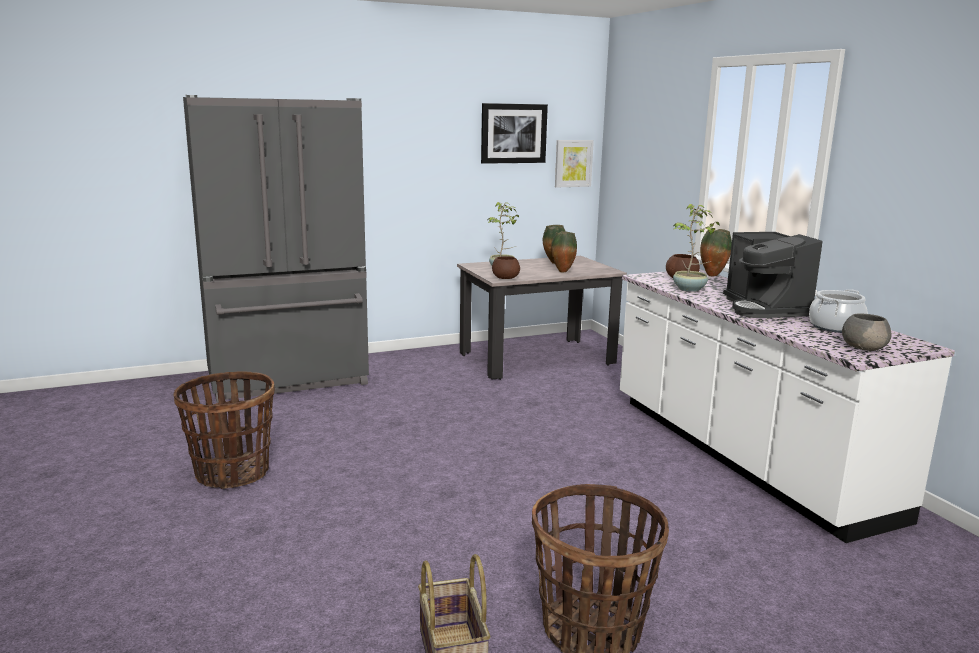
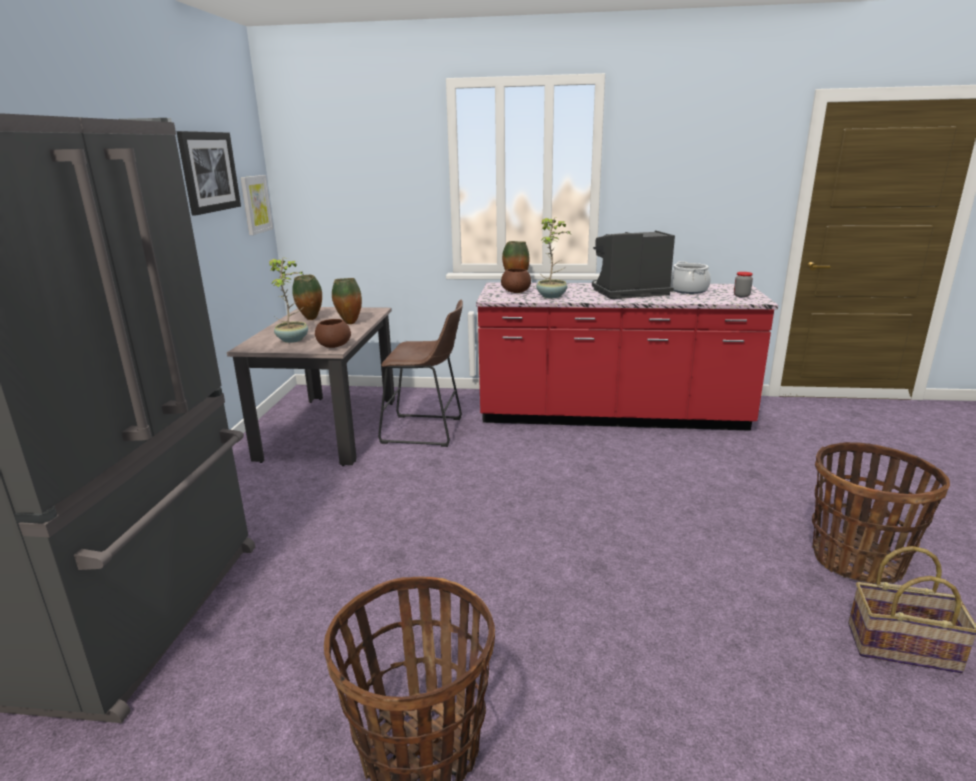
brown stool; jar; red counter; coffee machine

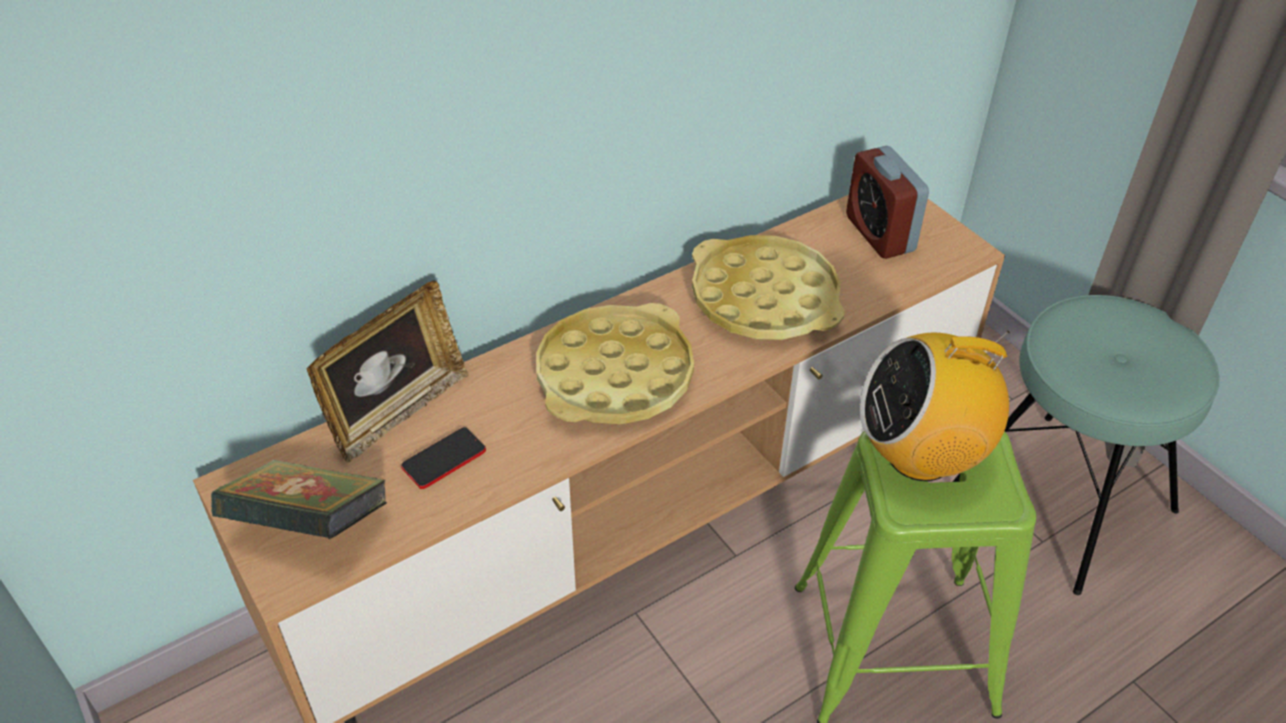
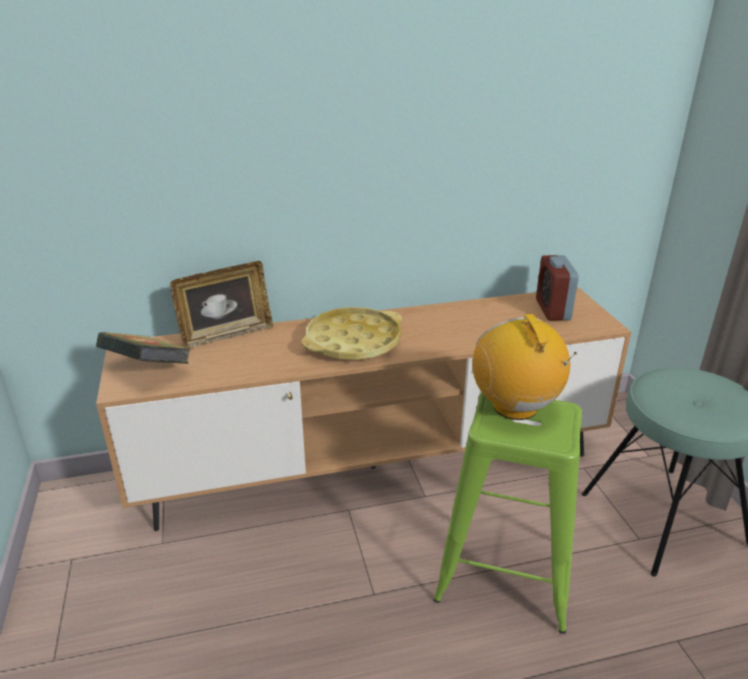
phone; yellow tray (no. 2 from left in the first image); radio

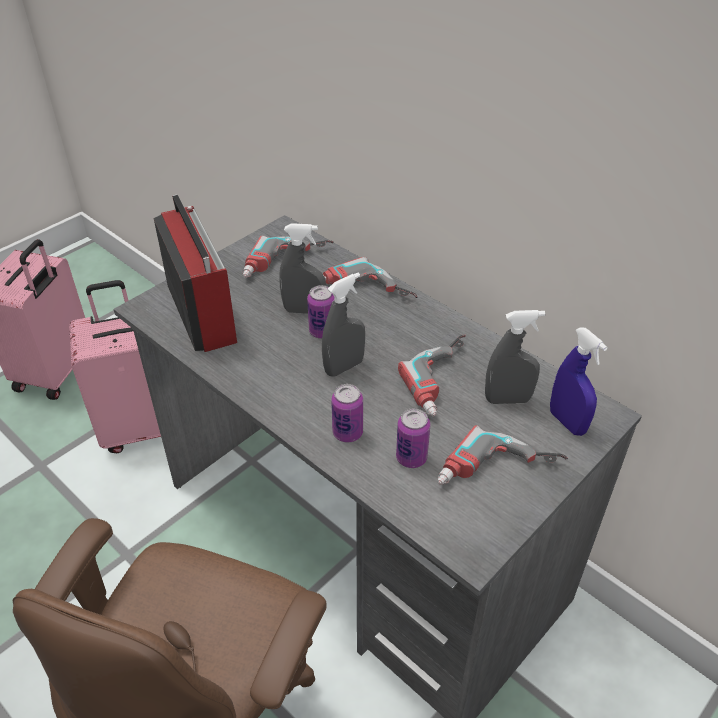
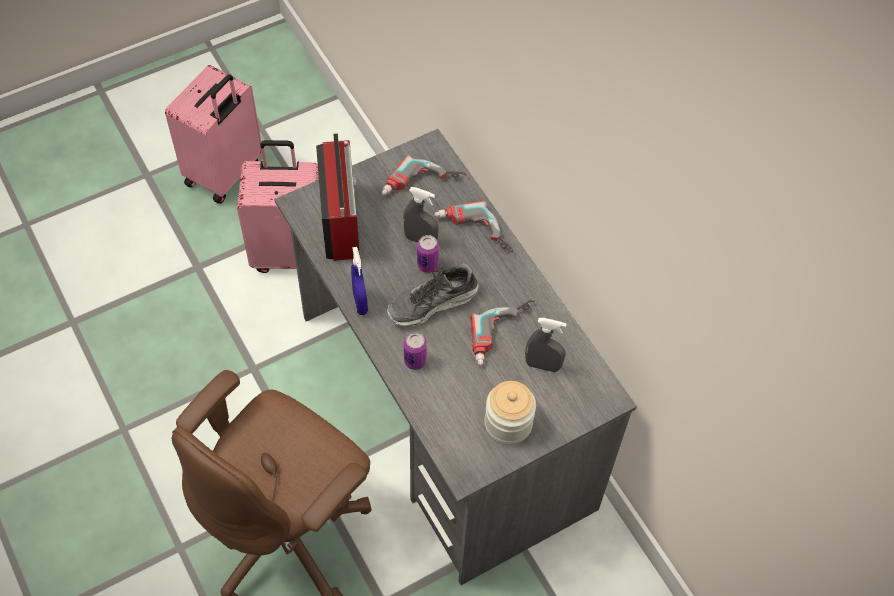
can (no. 3 from left in the first image); blue spray bottle; shoe; jar

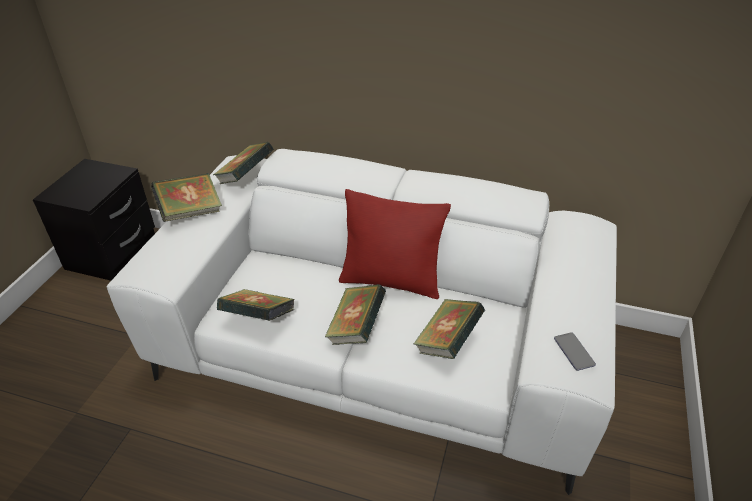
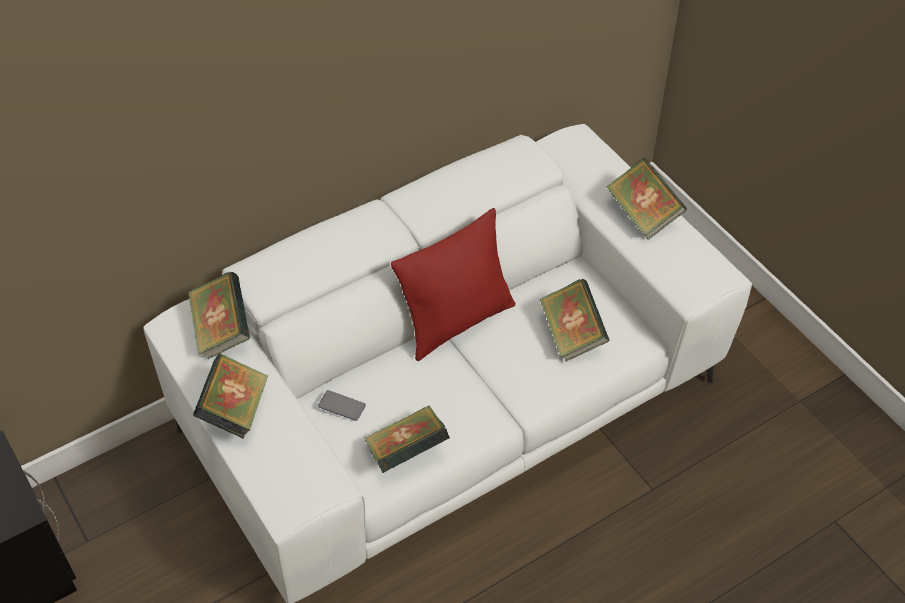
book (no. 5 from left); phone

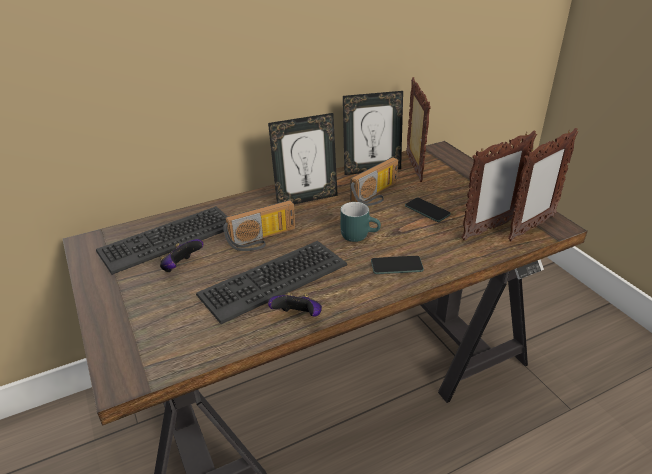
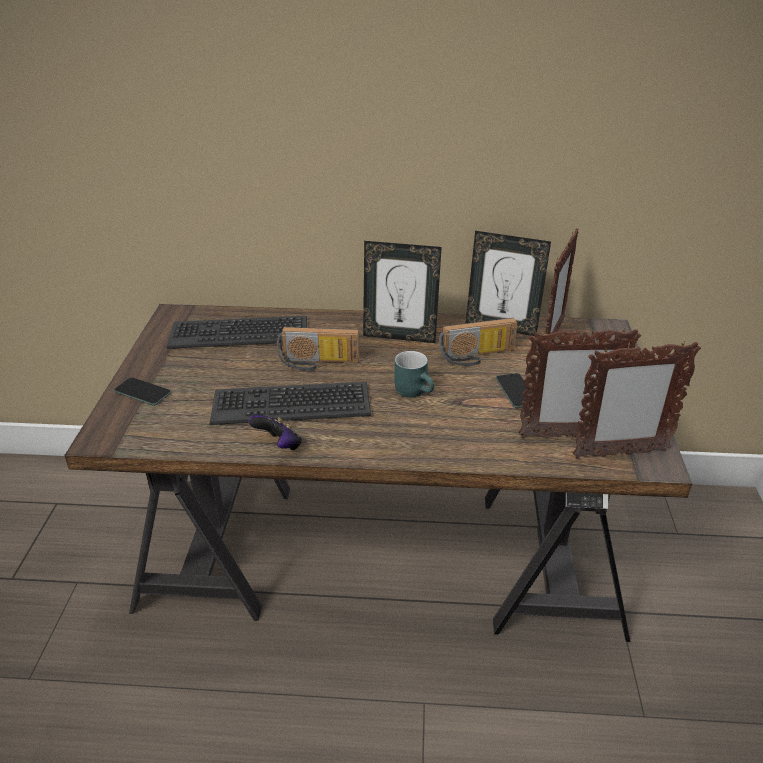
game controller (no. 1 from left in the first image); phone (no. 1 from left)

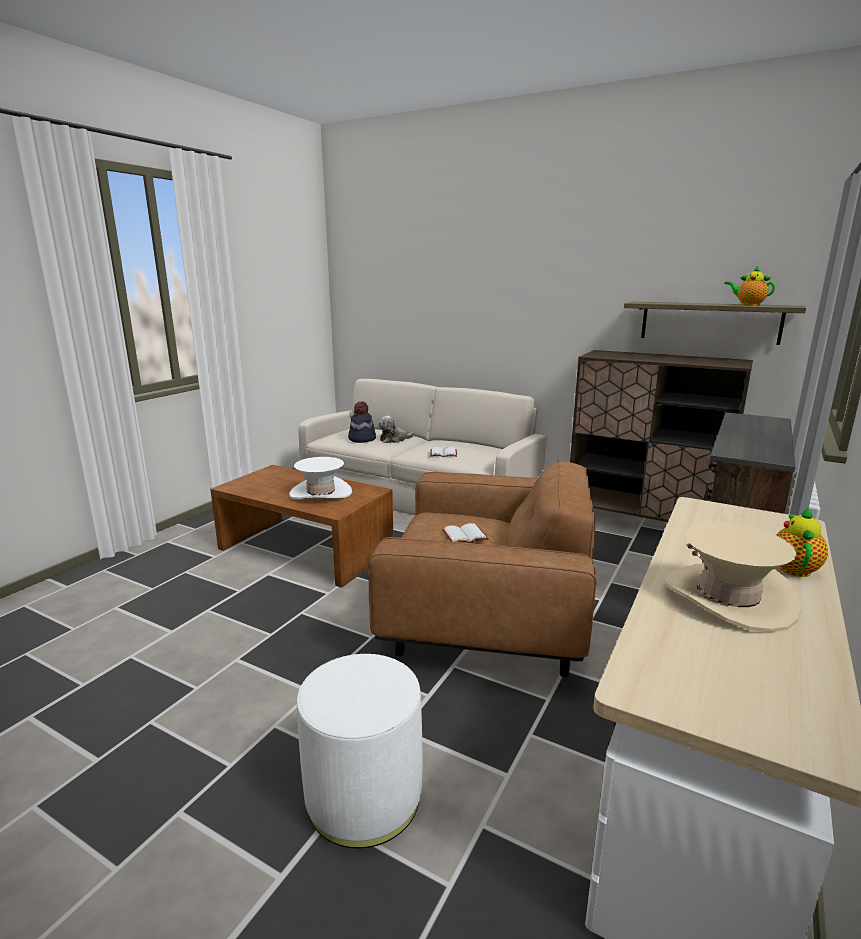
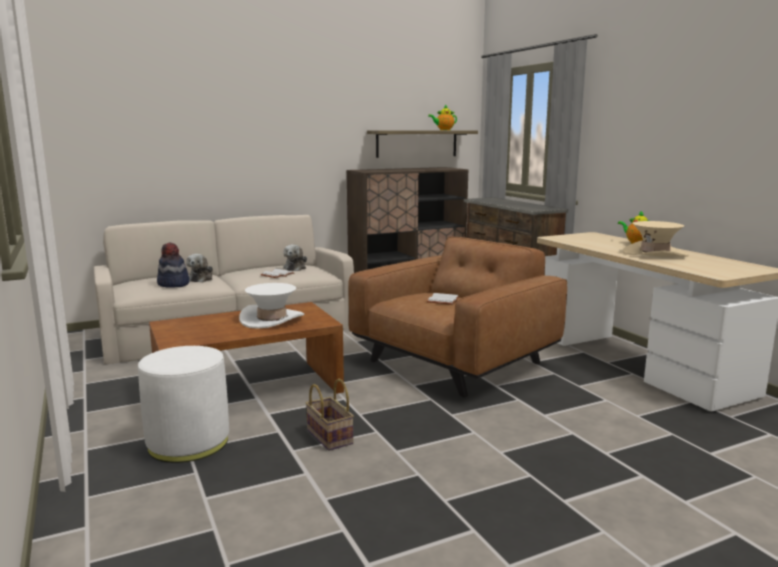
plush toy (no. 2 from left); basket; white ottoman

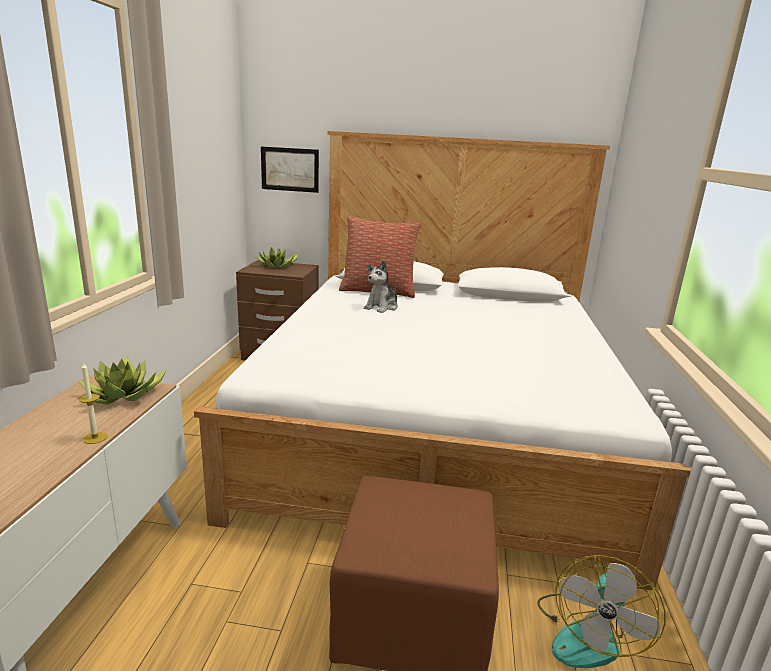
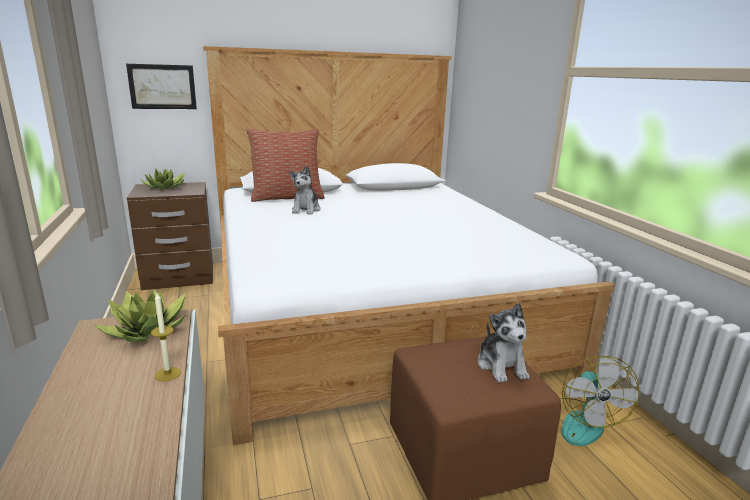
plush toy (no. 2 from left)

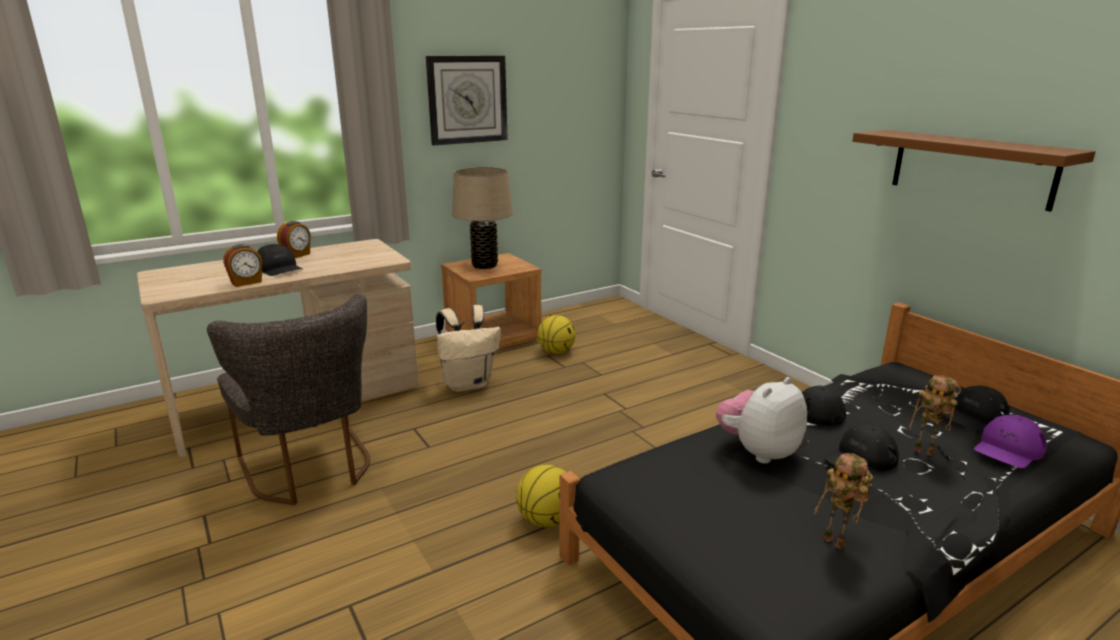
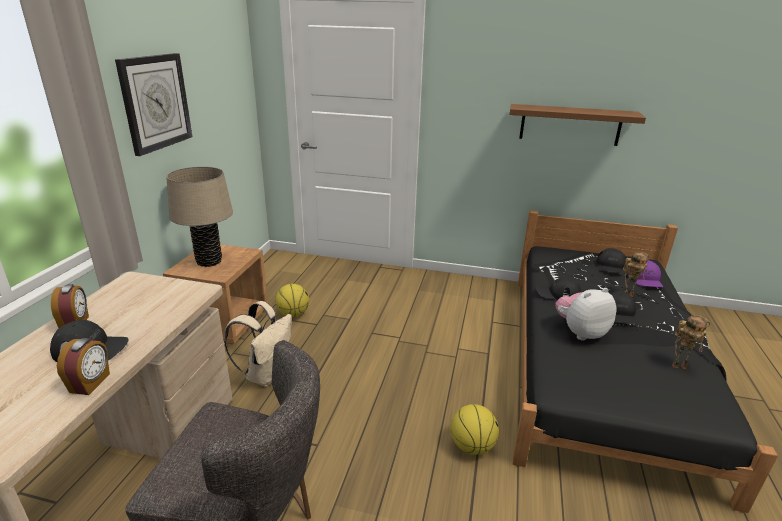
plush toy

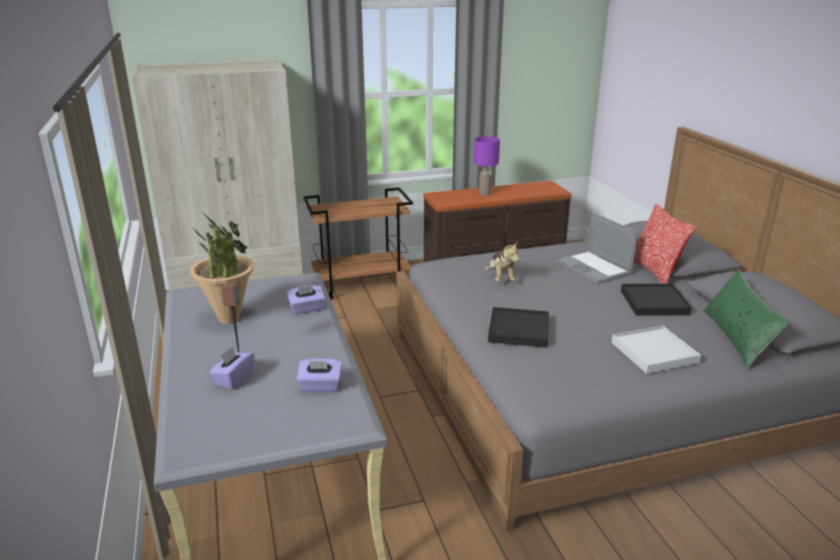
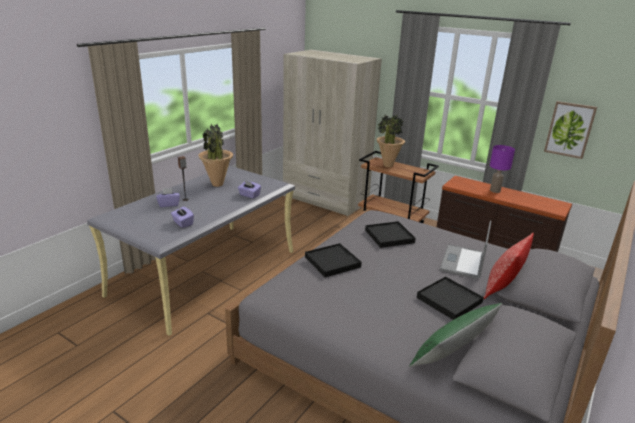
white tray; potted plant (no. 2 from left); picture; black tray (no. 2 from left)

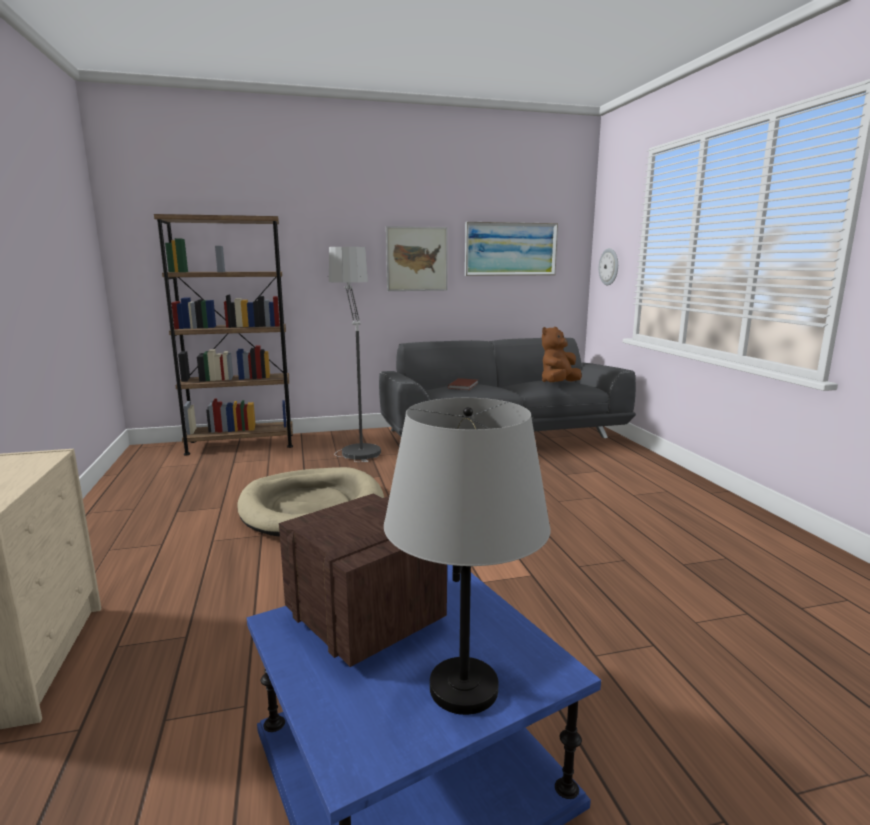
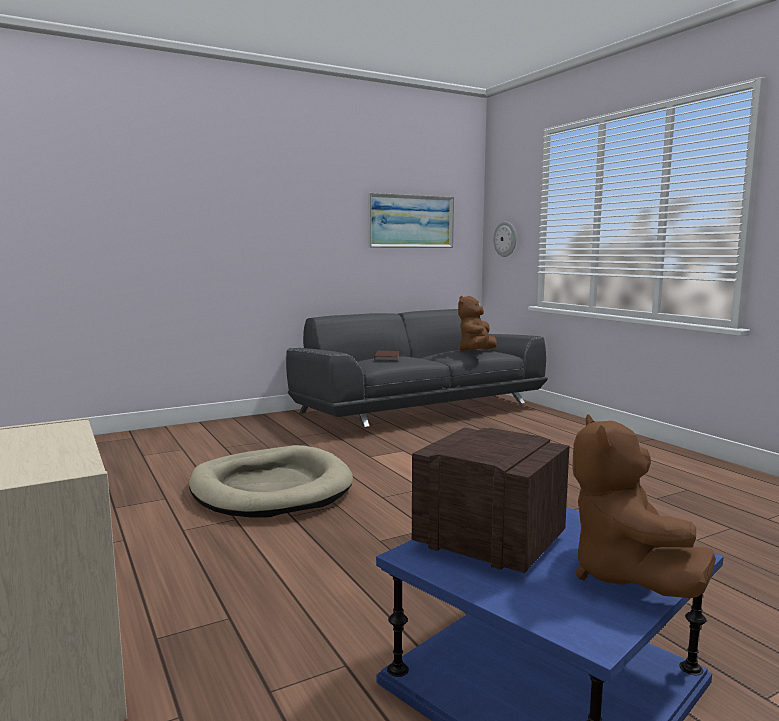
brown bookcase; floor lamp; picture (no. 1 from left in the first image); brown plush toy (no. 2 from left)

